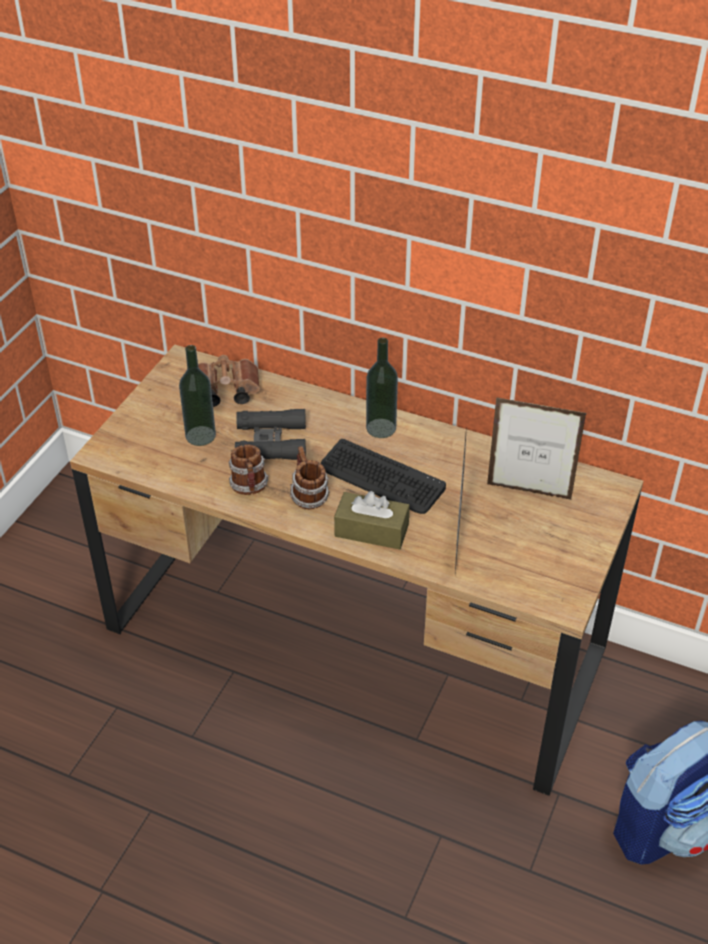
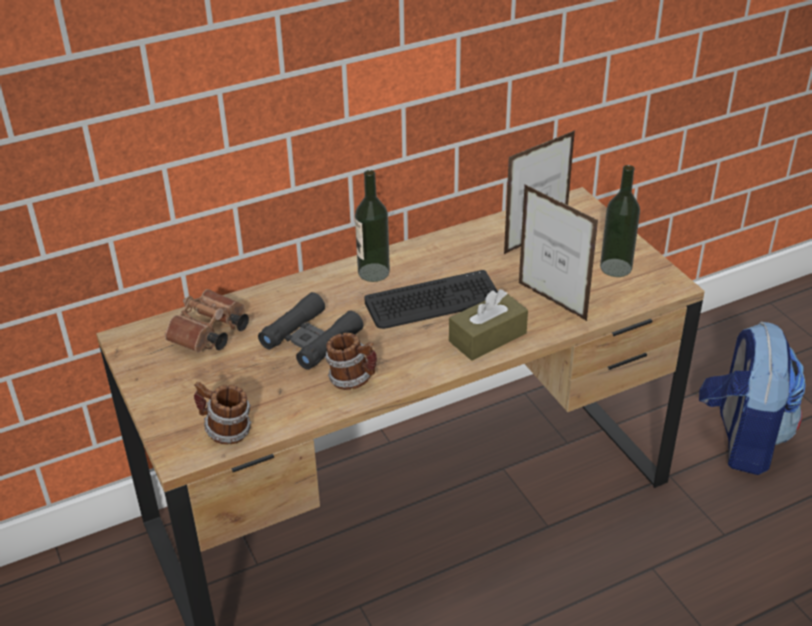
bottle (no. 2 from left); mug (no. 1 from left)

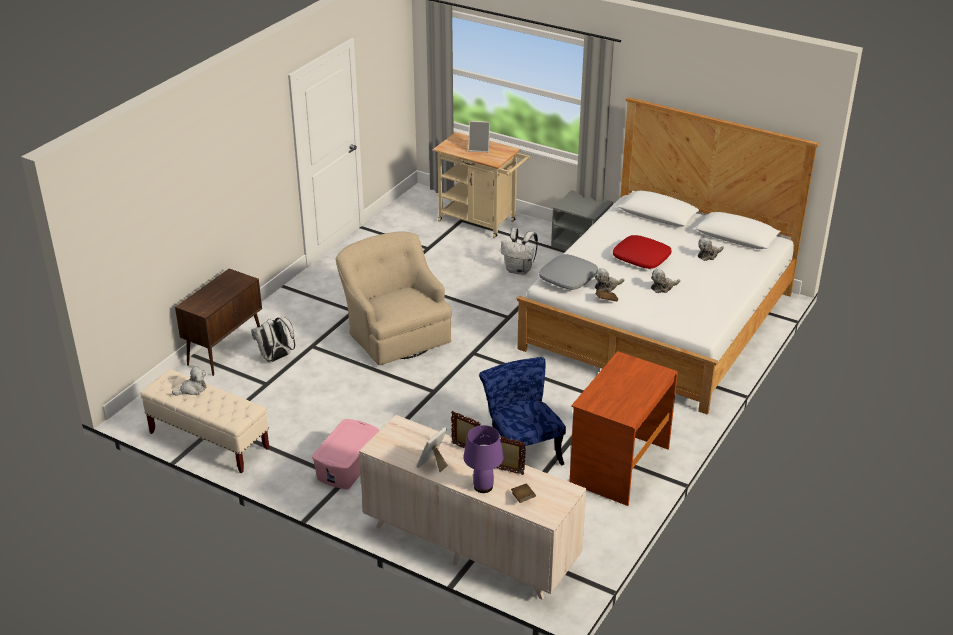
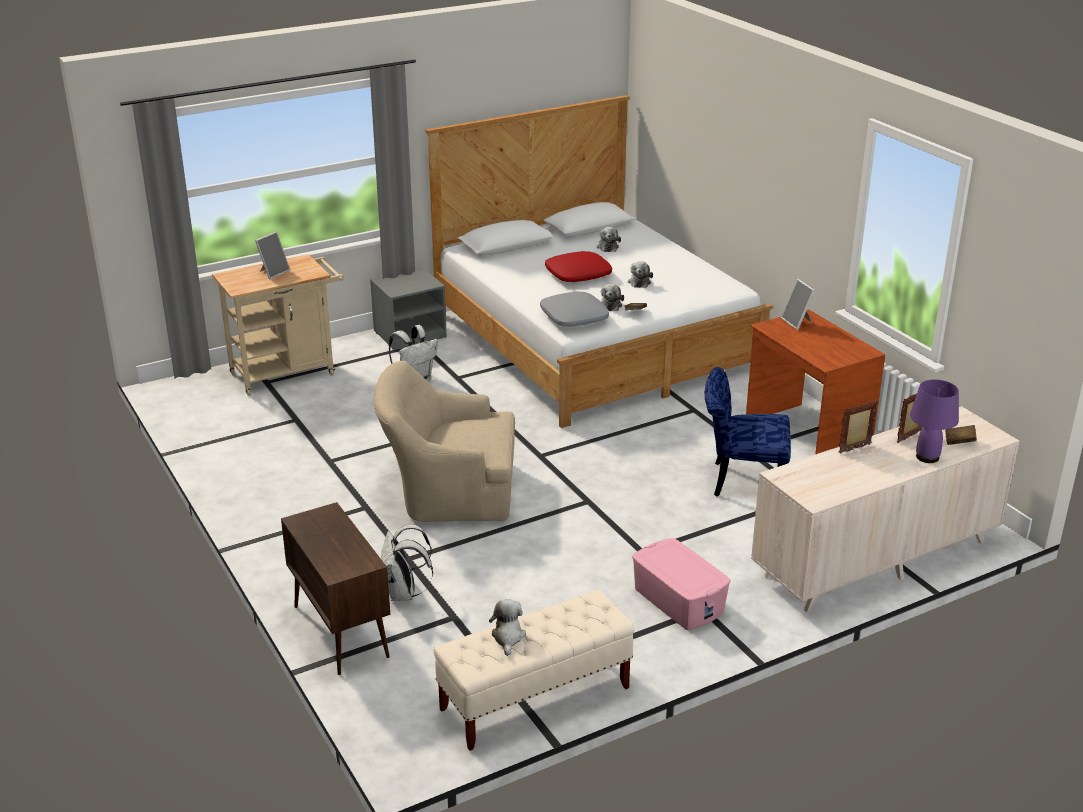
picture frame (no. 2 from left)

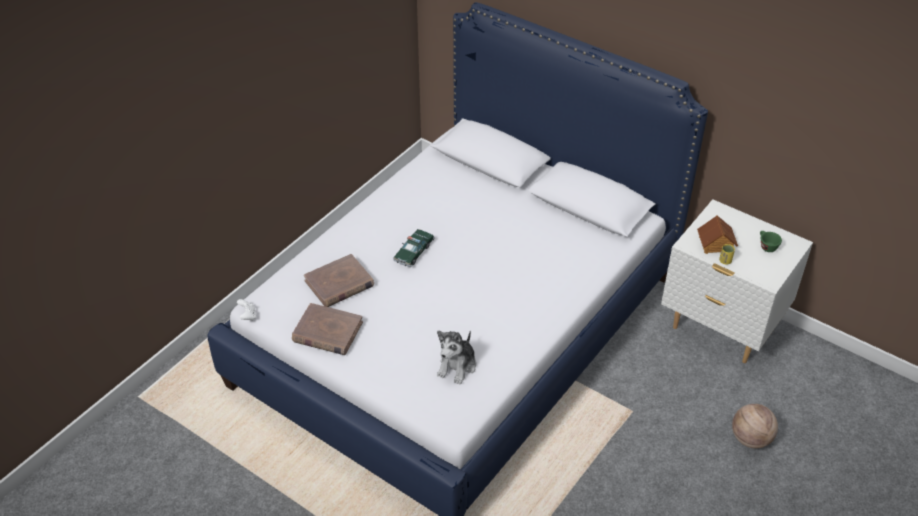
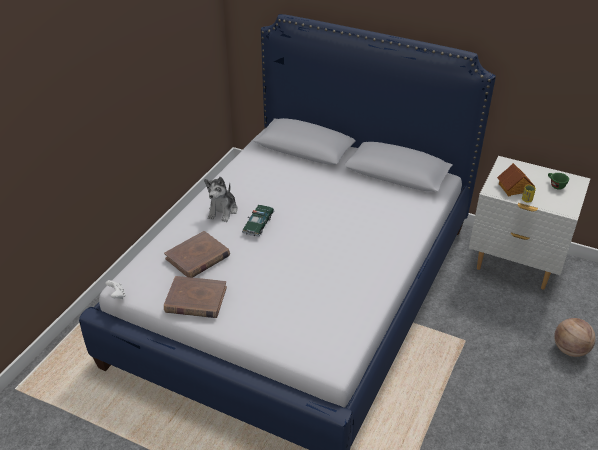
plush toy

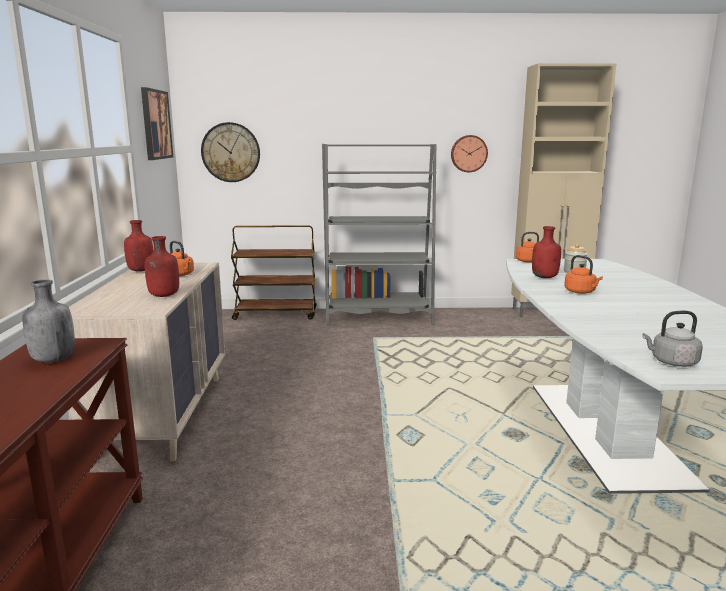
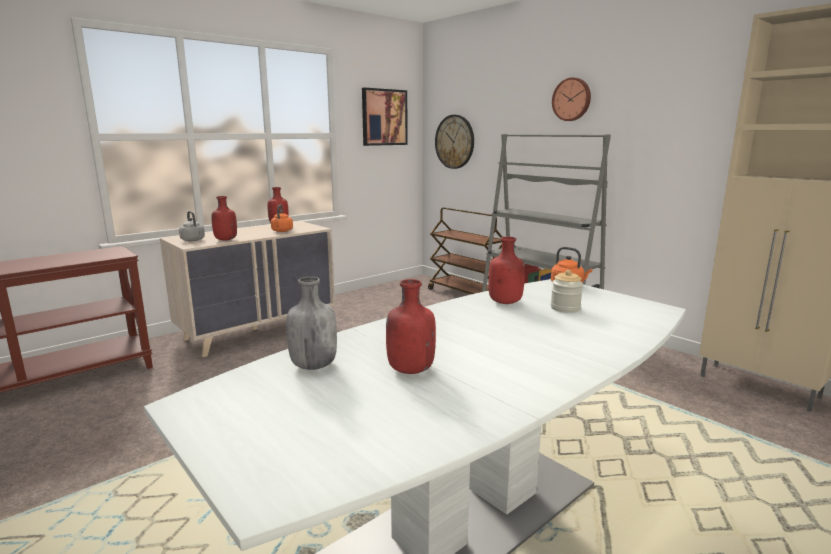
orange kettle (no. 3 from left in the first image); red bottle (no. 3 from left); grey bottle; wall clock (no. 2 from left); grey kettle

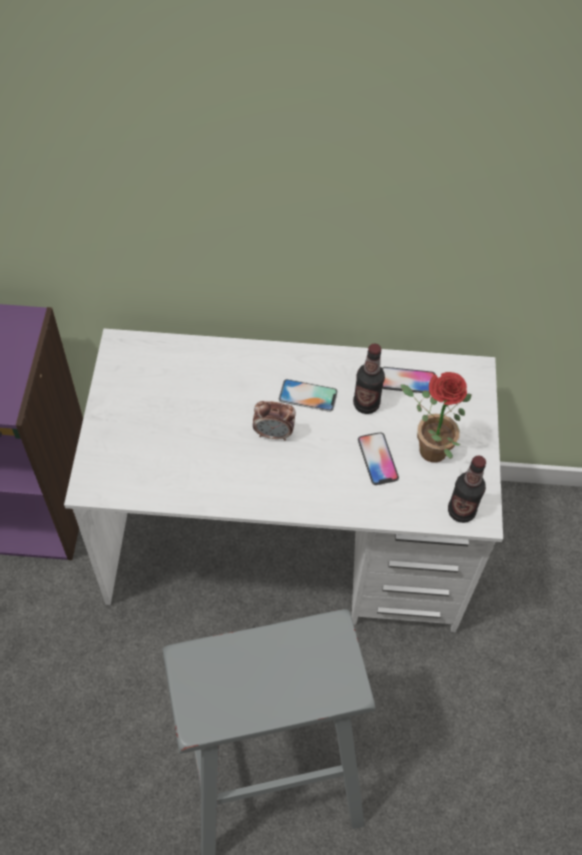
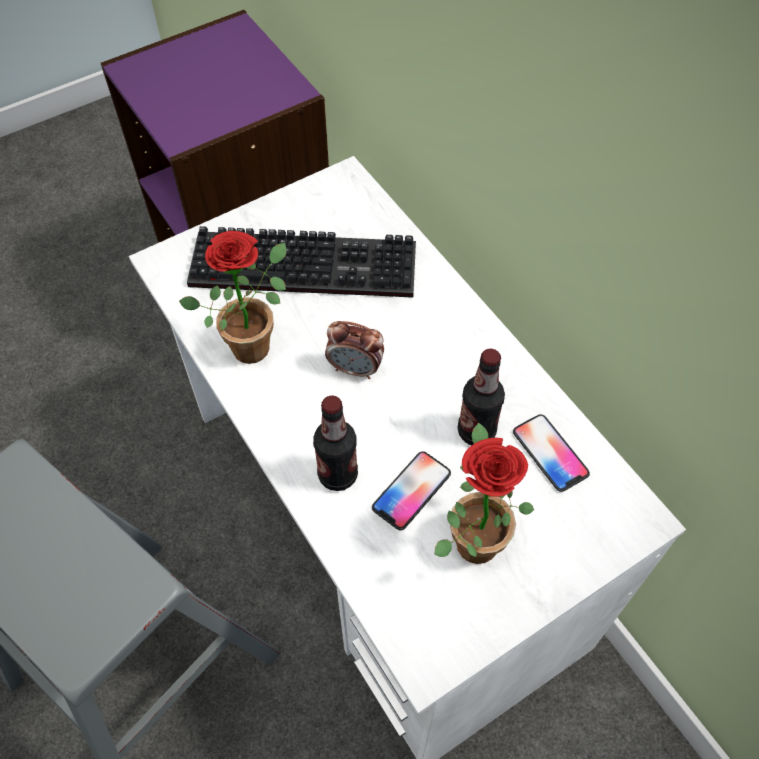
phone (no. 1 from left in the first image); potted plant (no. 1 from left); keyboard; bottle (no. 1 from left); alarm clock

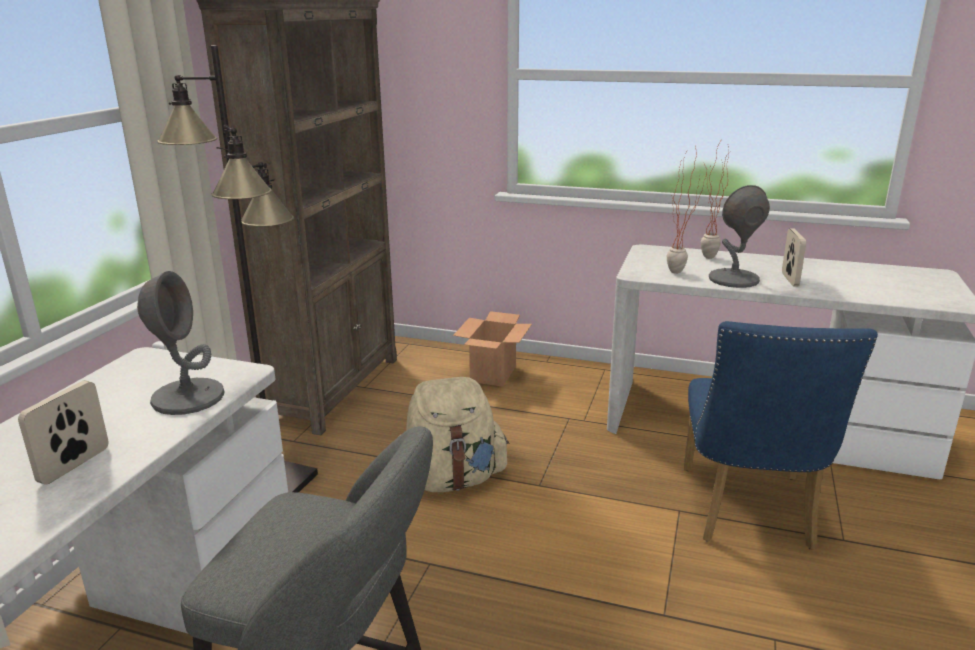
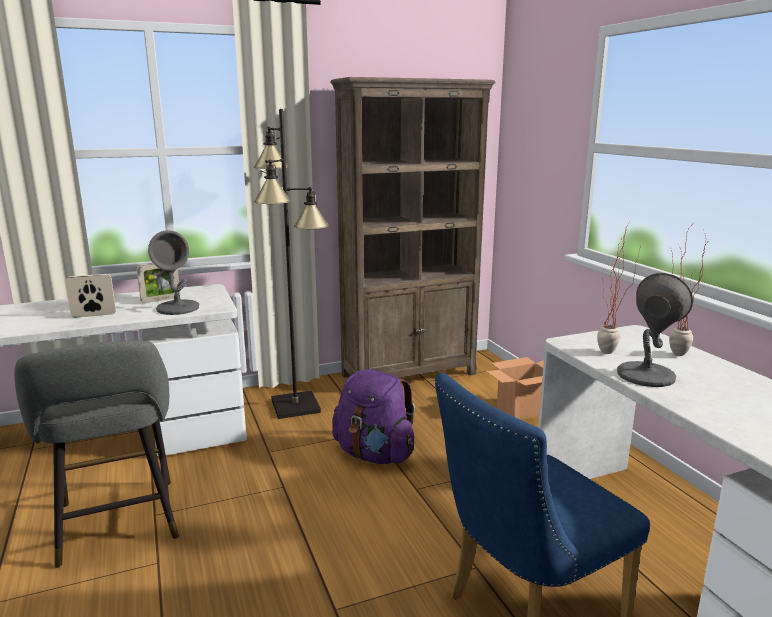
picture frame (no. 2 from left); purple backpack

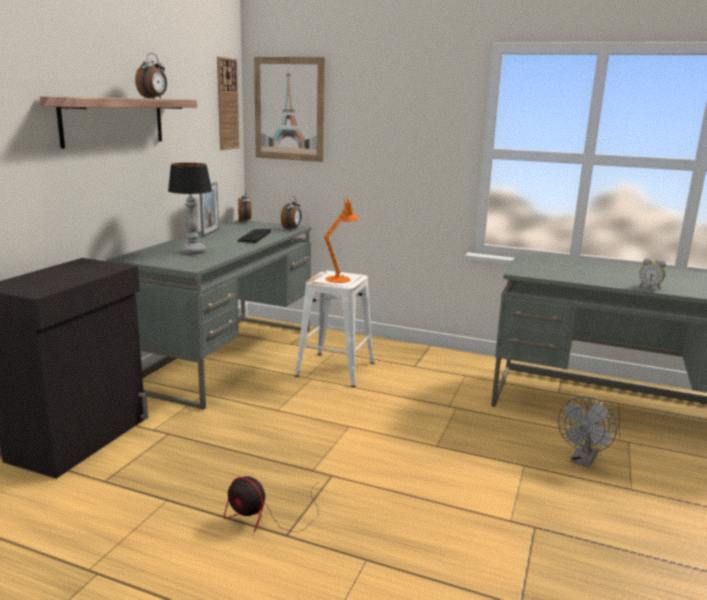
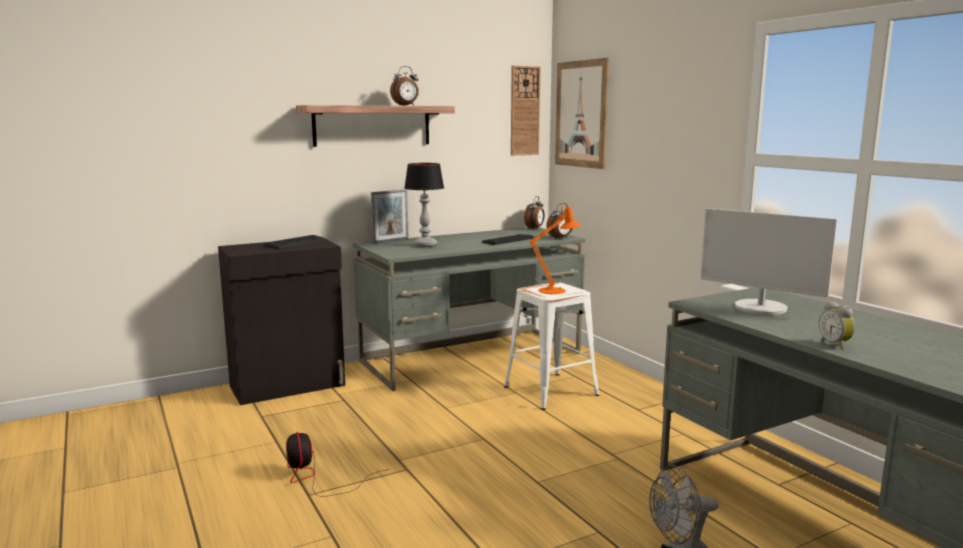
keyboard (no. 1 from left); monitor; picture frame

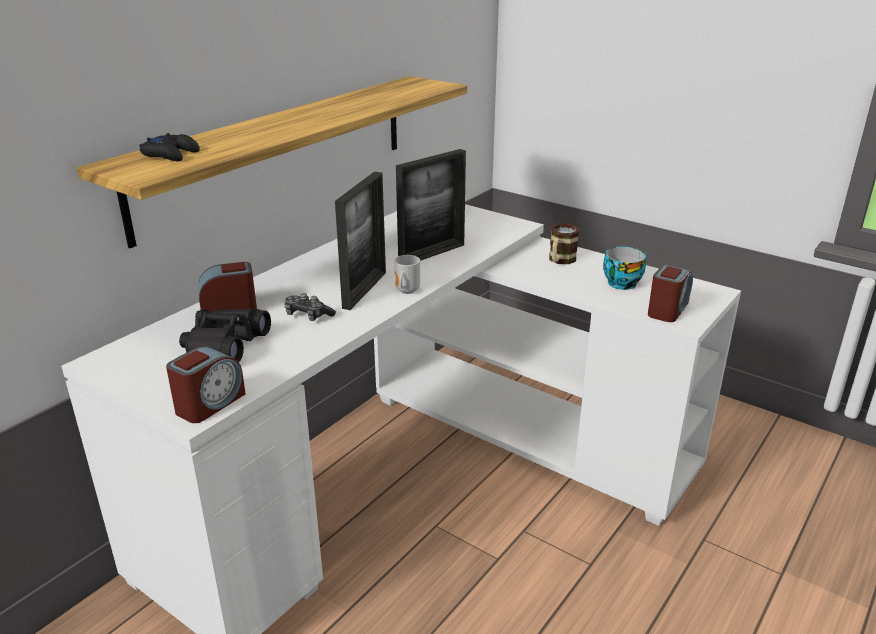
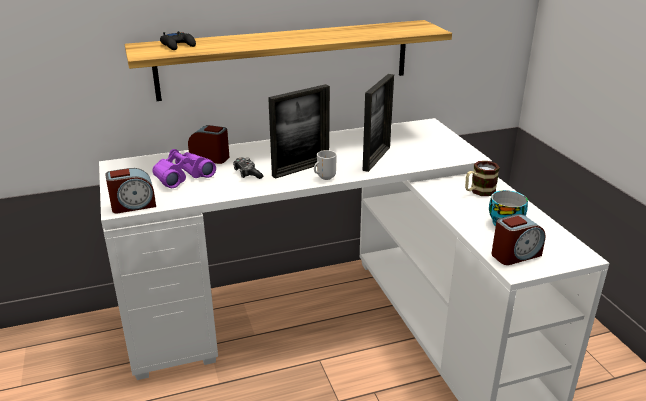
purple binoculars; picture frame (no. 2 from left)

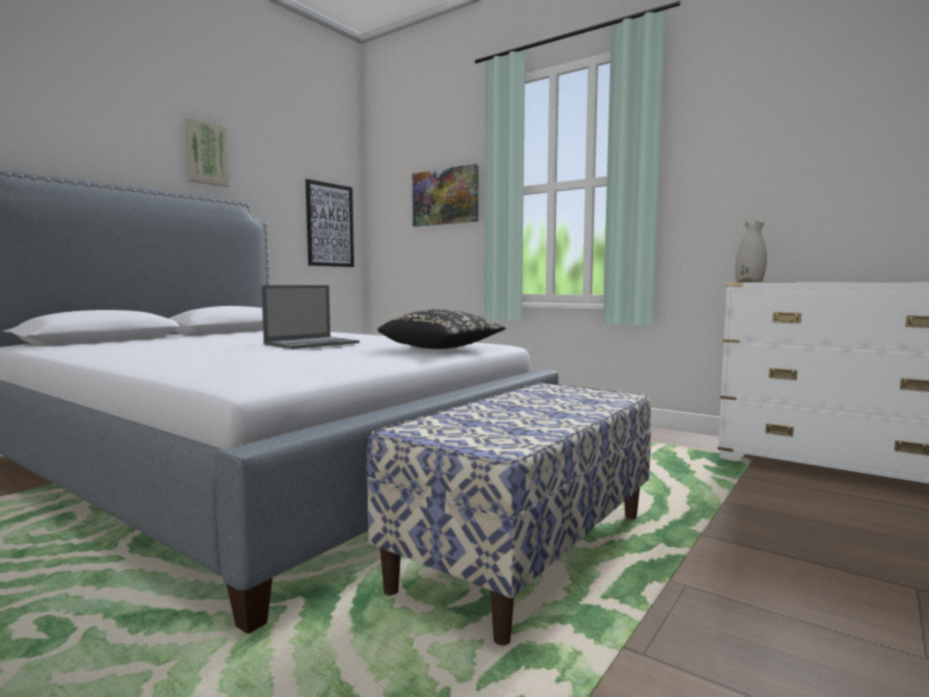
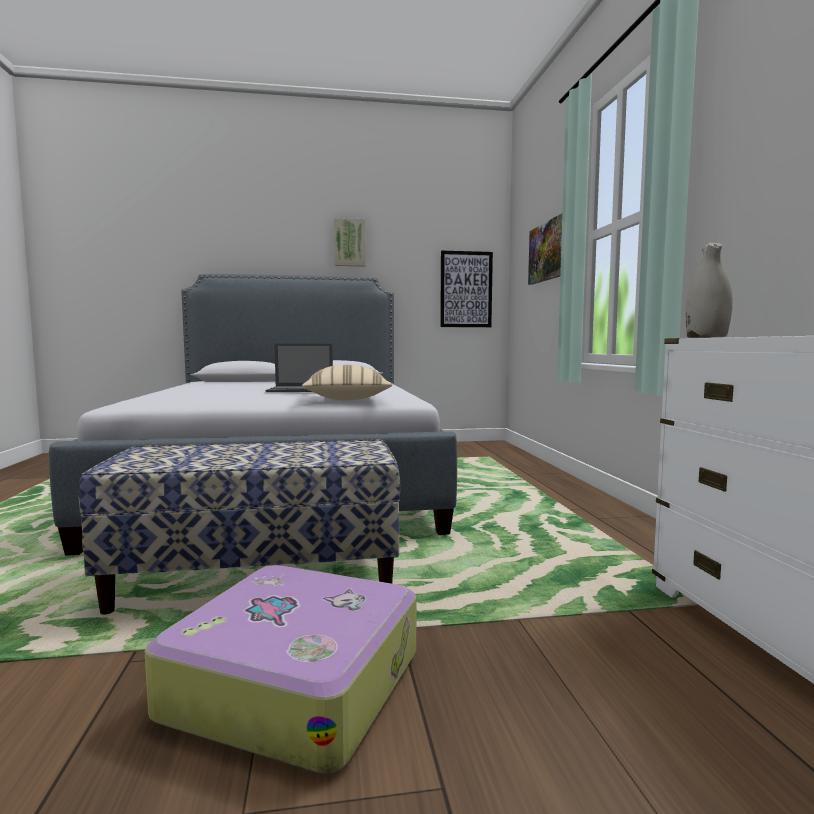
suitcase; beige pillow

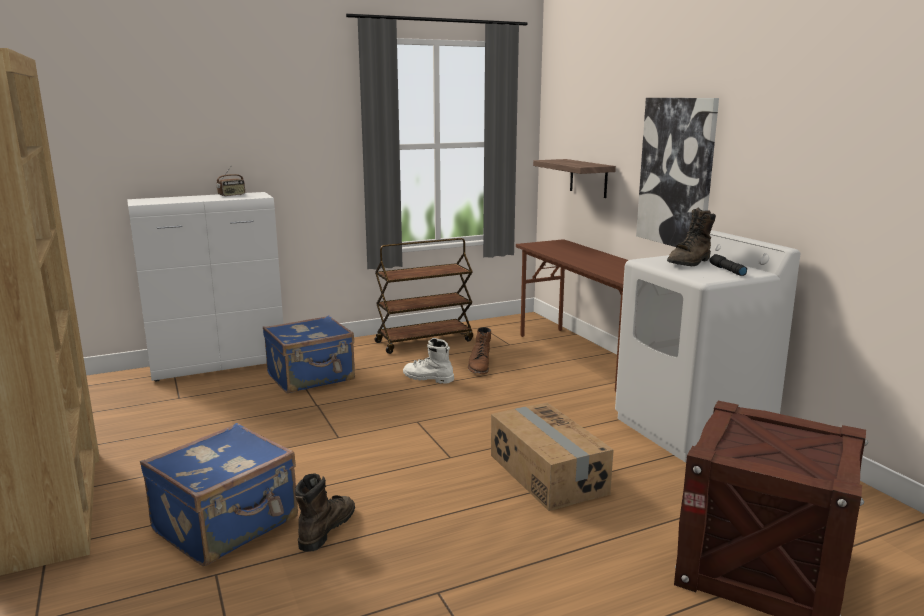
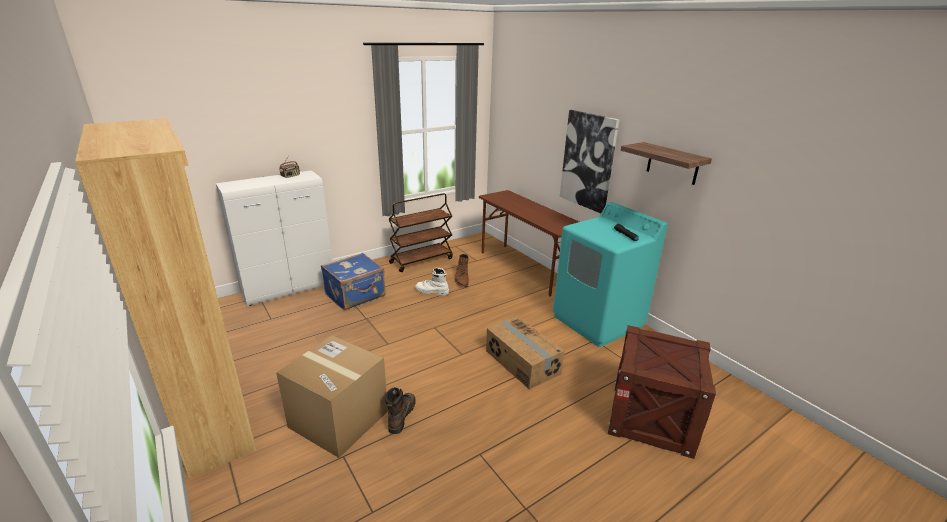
brown boot (no. 3 from left in the first image); shelf; cardboard box (no. 1 from left); turquoise washing machine

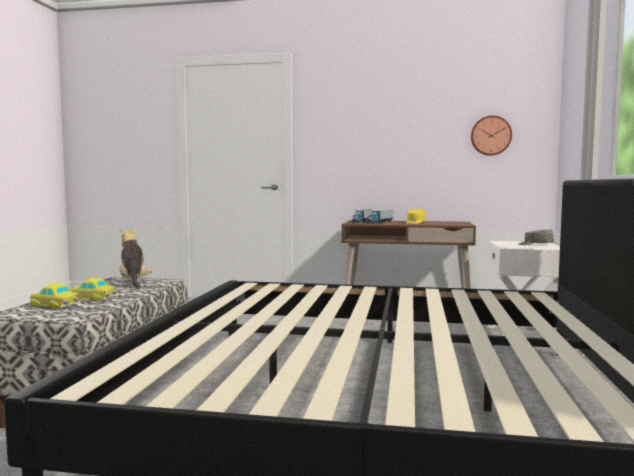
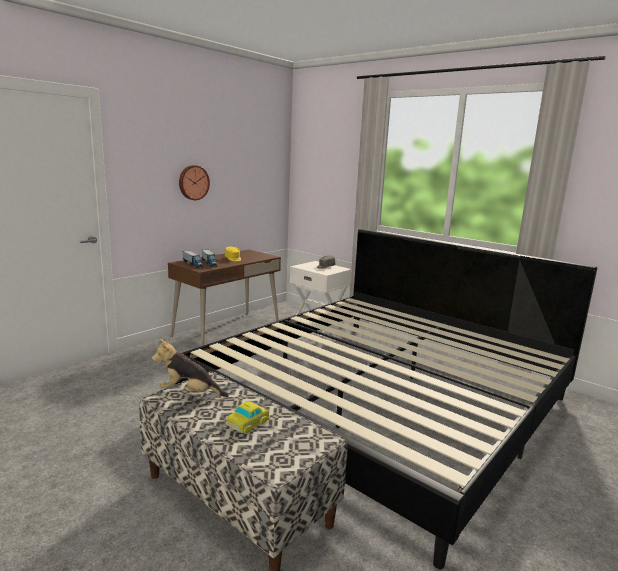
toy car (no. 1 from left in the first image); wall clock

